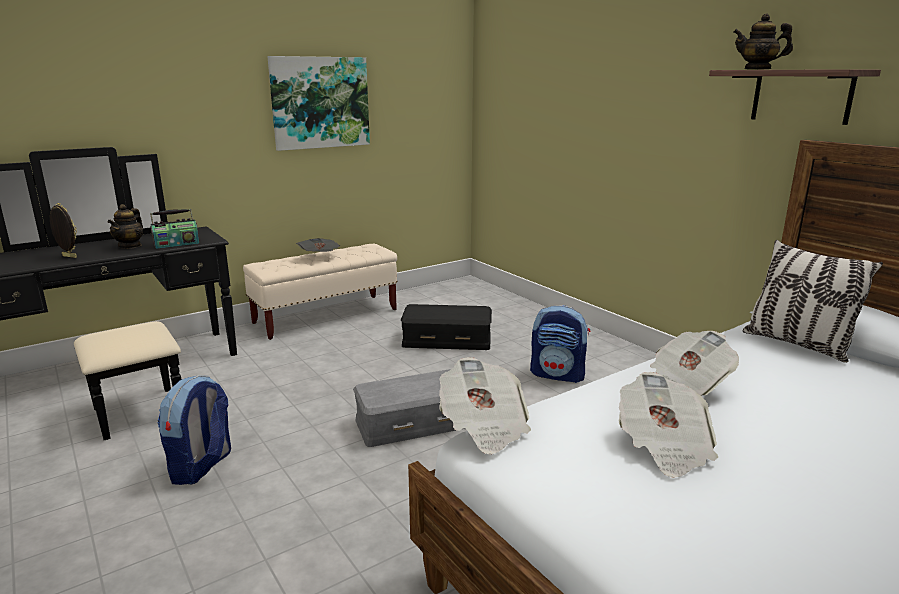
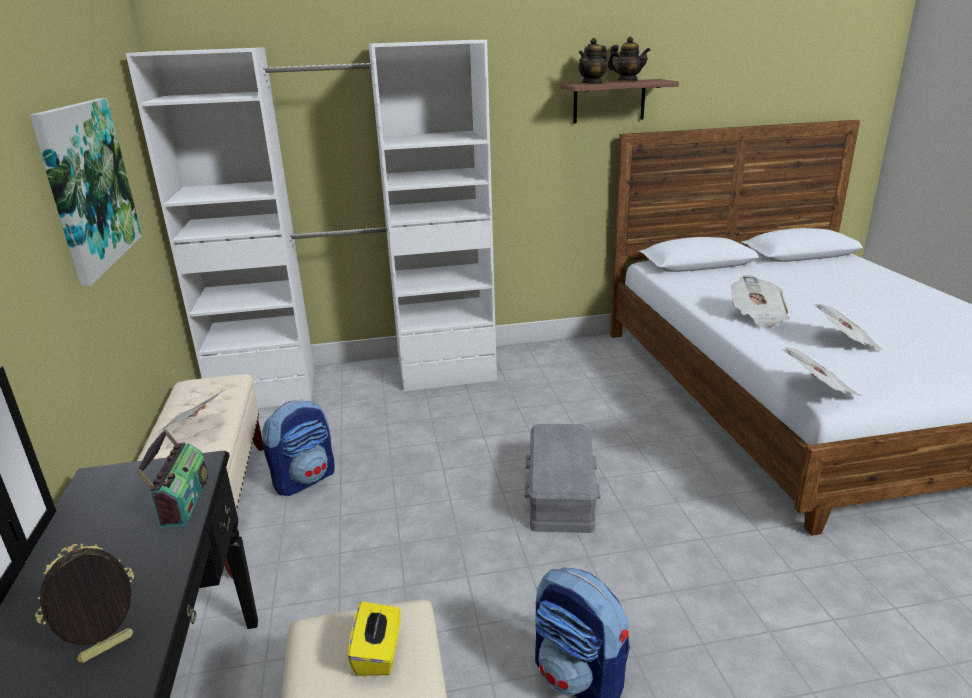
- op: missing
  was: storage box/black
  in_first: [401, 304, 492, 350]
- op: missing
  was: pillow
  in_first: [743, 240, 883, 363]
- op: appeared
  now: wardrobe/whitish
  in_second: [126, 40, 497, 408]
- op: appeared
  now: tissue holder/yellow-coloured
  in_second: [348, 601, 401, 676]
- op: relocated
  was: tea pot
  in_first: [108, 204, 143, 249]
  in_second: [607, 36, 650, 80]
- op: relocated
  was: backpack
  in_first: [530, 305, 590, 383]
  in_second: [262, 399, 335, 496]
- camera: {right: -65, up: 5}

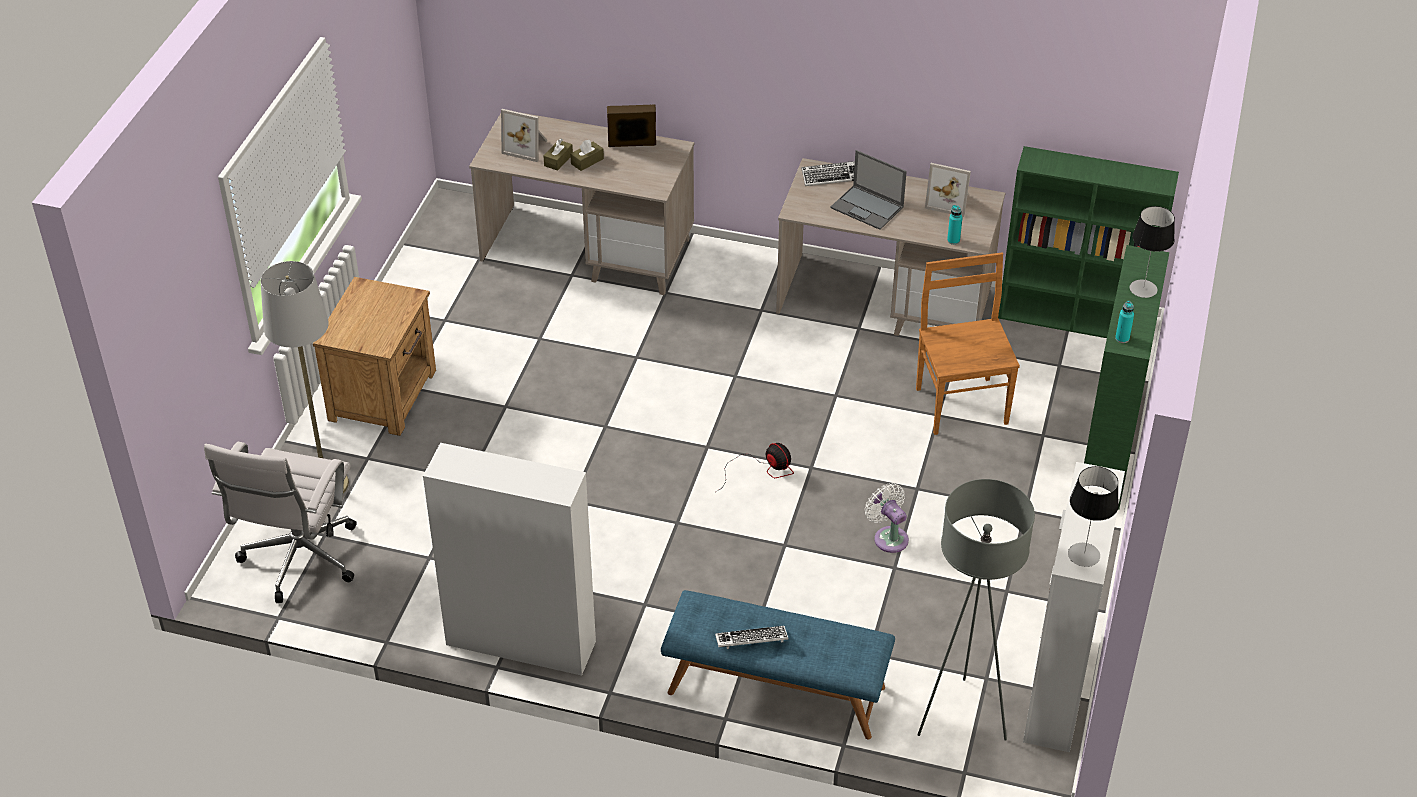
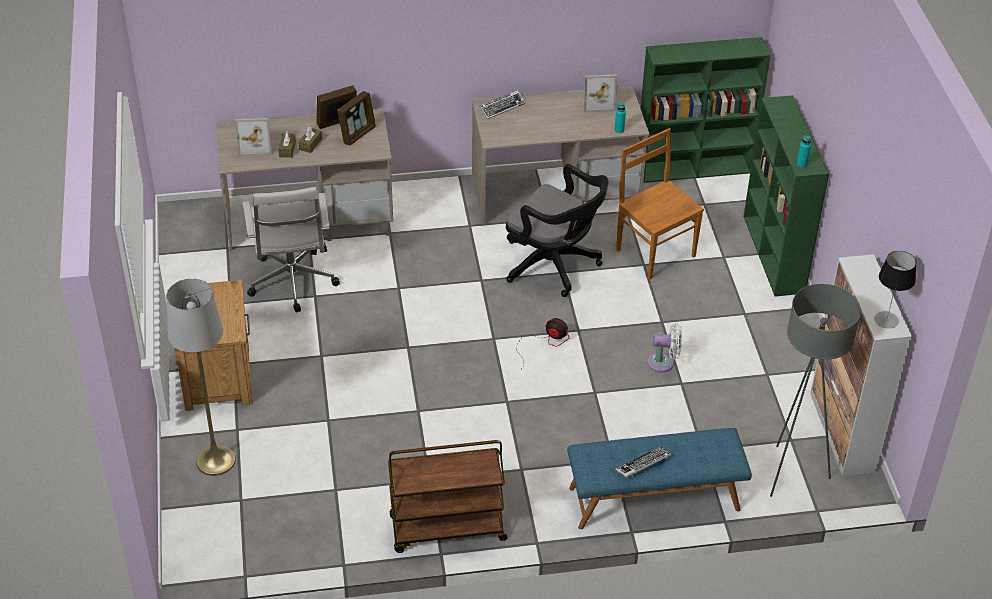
- op: missing
  was: laptop
  in_first: [830, 150, 907, 230]
- op: missing
  was: tabletop lamp
  in_first: [1130, 206, 1175, 298]
- op: appeared
  now: photo frame
  in_second: [337, 91, 376, 145]
- op: appeared
  now: office chair/black
  in_second: [506, 164, 609, 297]
- op: relocated
  was: office chair/whitish
  in_first: [204, 442, 357, 603]
  in_second: [242, 187, 340, 312]
- op: exchanged
  was: cabinet
  now: wheeled cart/brown-coloured
  in_first: [423, 443, 596, 676]
  in_second: [388, 440, 507, 553]
- op: spun
  was: cooling fan/whitish
  in_first: [865, 483, 909, 553]
  in_second: [647, 323, 682, 373]
  clockwise: 150
- camera: {right: -25, up: 0}

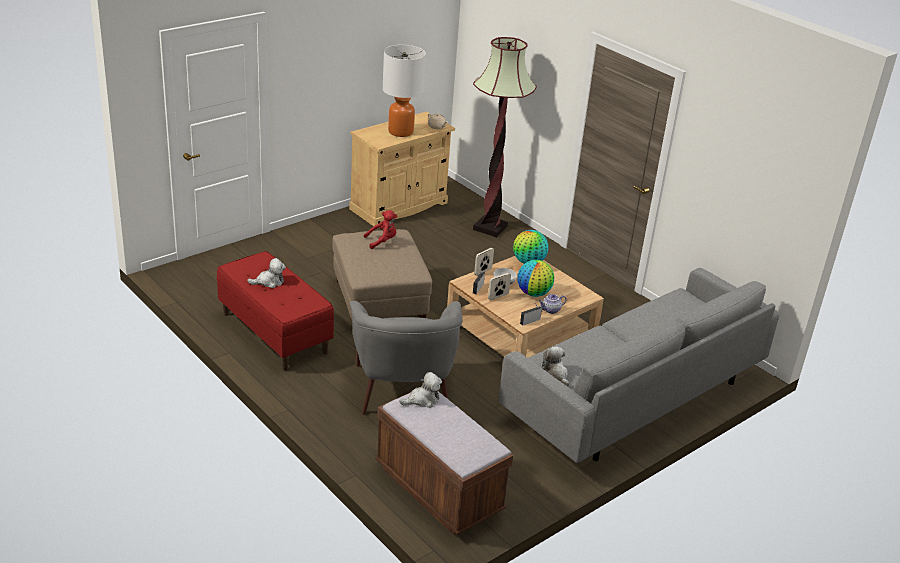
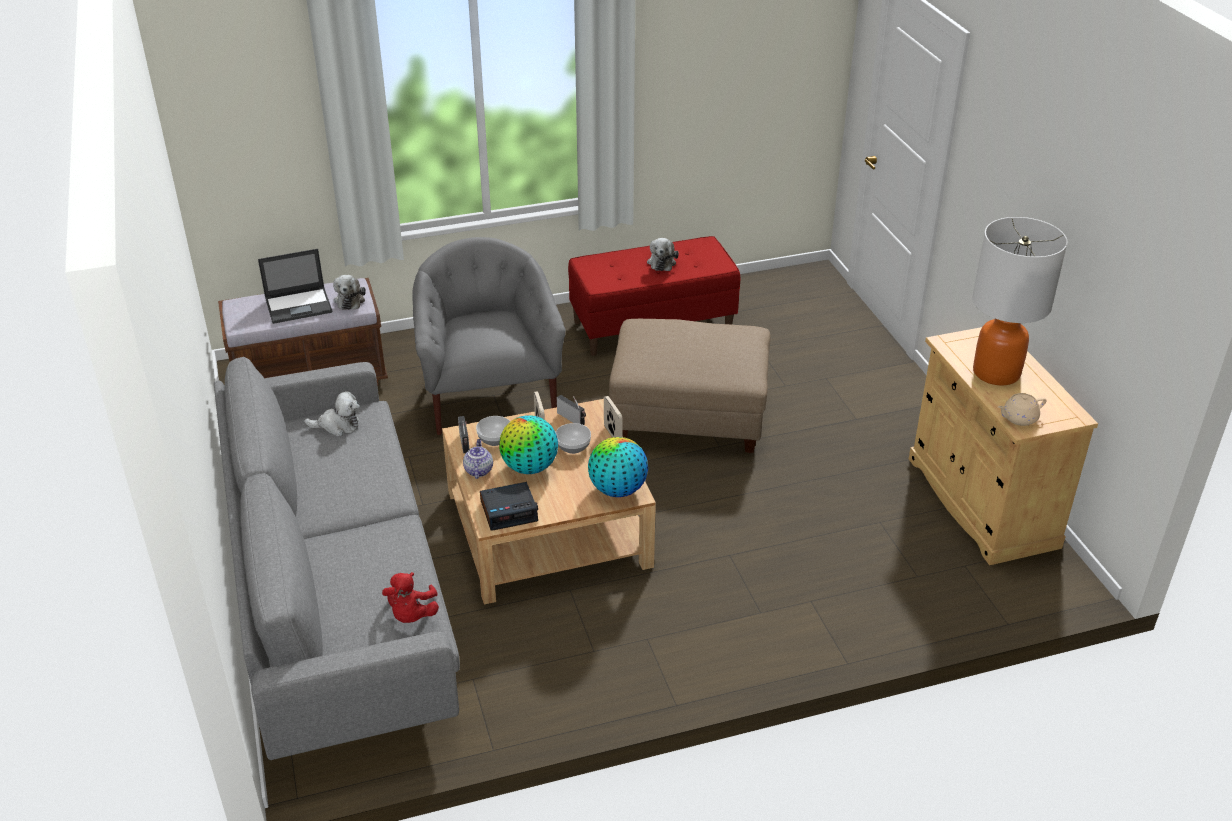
- op: missing
  was: standard lamp
  in_first: [473, 37, 537, 237]
- op: appeared
  now: laptop
  in_second: [258, 249, 332, 324]
- op: appeared
  now: deep dish
  in_second: [476, 416, 510, 446]
- op: appeared
  now: alarm clock
  in_second: [480, 482, 538, 531]
- op: relocated
  was: plush toy/red
  in_first: [364, 210, 397, 249]
  in_second: [382, 572, 439, 623]
- op: spun
  was: lounge chair/grey
  in_first: [350, 301, 462, 415]
  in_second: [412, 237, 566, 435]
  clockwise: 60
- camera: {right: 115, up: 5}

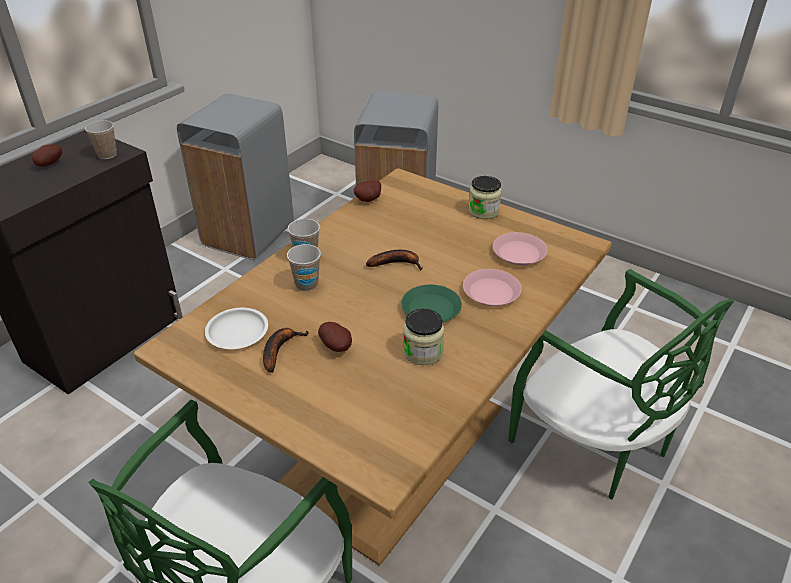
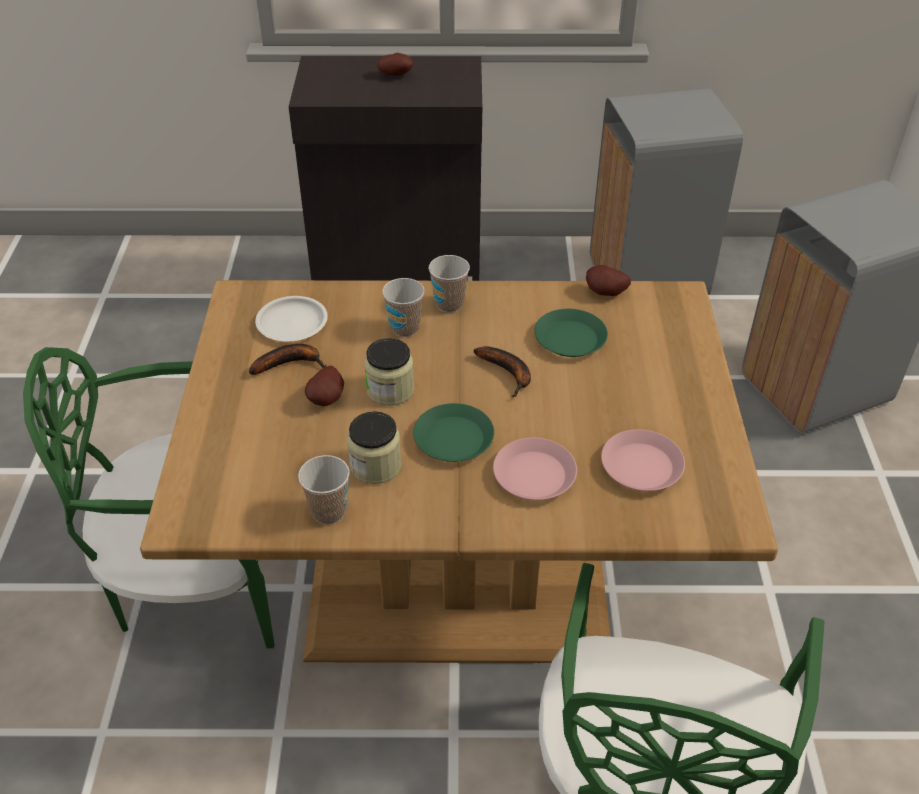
- op: appeared
  now: dinner plate/green
  in_second: [534, 309, 608, 357]
- op: relocated
  was: cup
  in_first: [85, 120, 117, 159]
  in_second: [298, 455, 350, 524]
- op: relocated
  was: storage jar
  in_first: [468, 176, 502, 219]
  in_second: [364, 338, 414, 406]
- camera: {right: 55, up: 5}

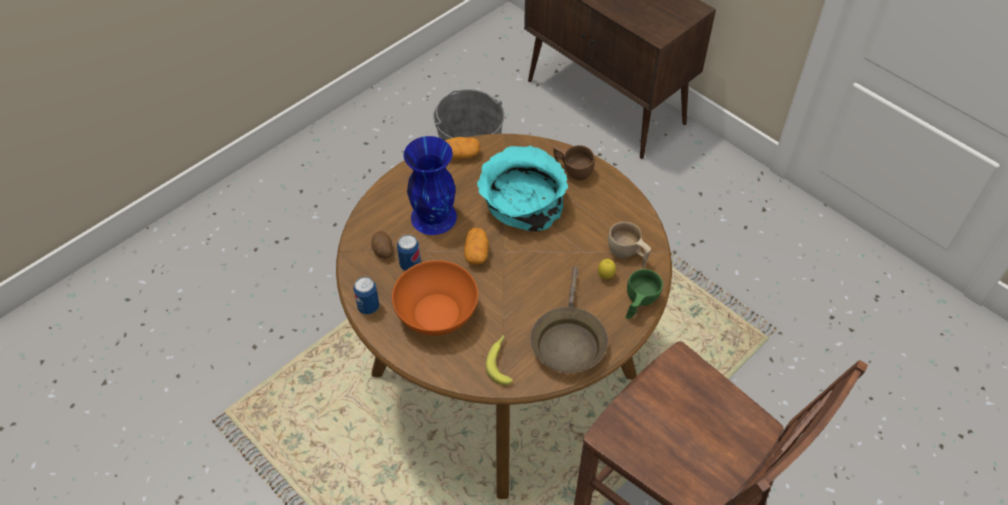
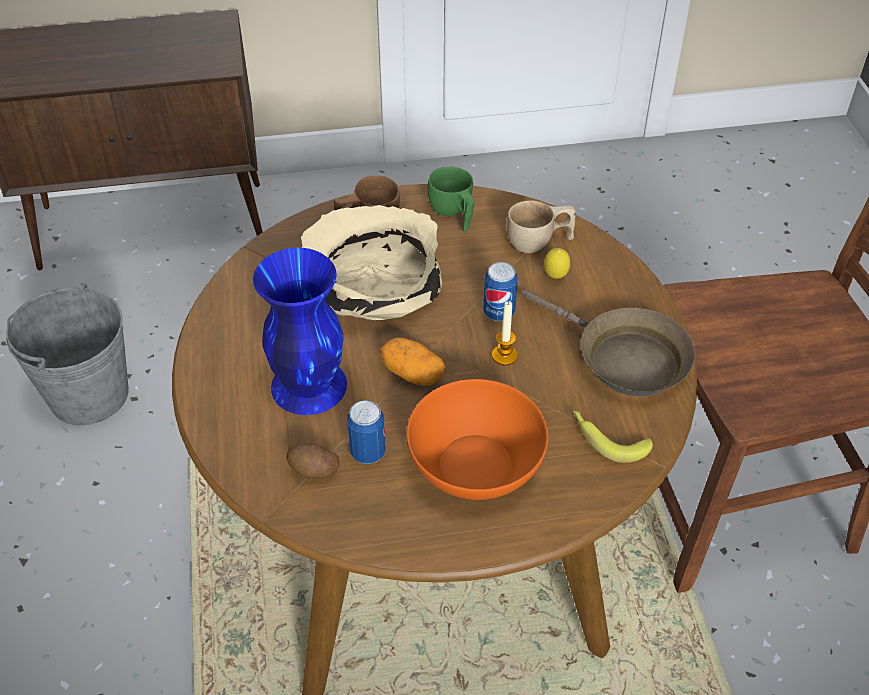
- op: missing
  was: spud
  in_first: [445, 137, 480, 160]
- op: appeared
  now: wax candle
  in_second: [492, 301, 518, 365]
- op: relocated
  was: metal can
  in_first: [353, 277, 379, 315]
  in_second: [483, 262, 518, 321]
- op: relocated
  was: cup/green
  in_first: [626, 269, 663, 319]
  in_second: [427, 167, 475, 232]
- op: colour
  was: deep dish/turquoise
  now: deep dish/sand-coloured
  in_first: [477, 146, 568, 232]
  in_second: [301, 205, 442, 320]
- camera: {right: -55, up: -5}

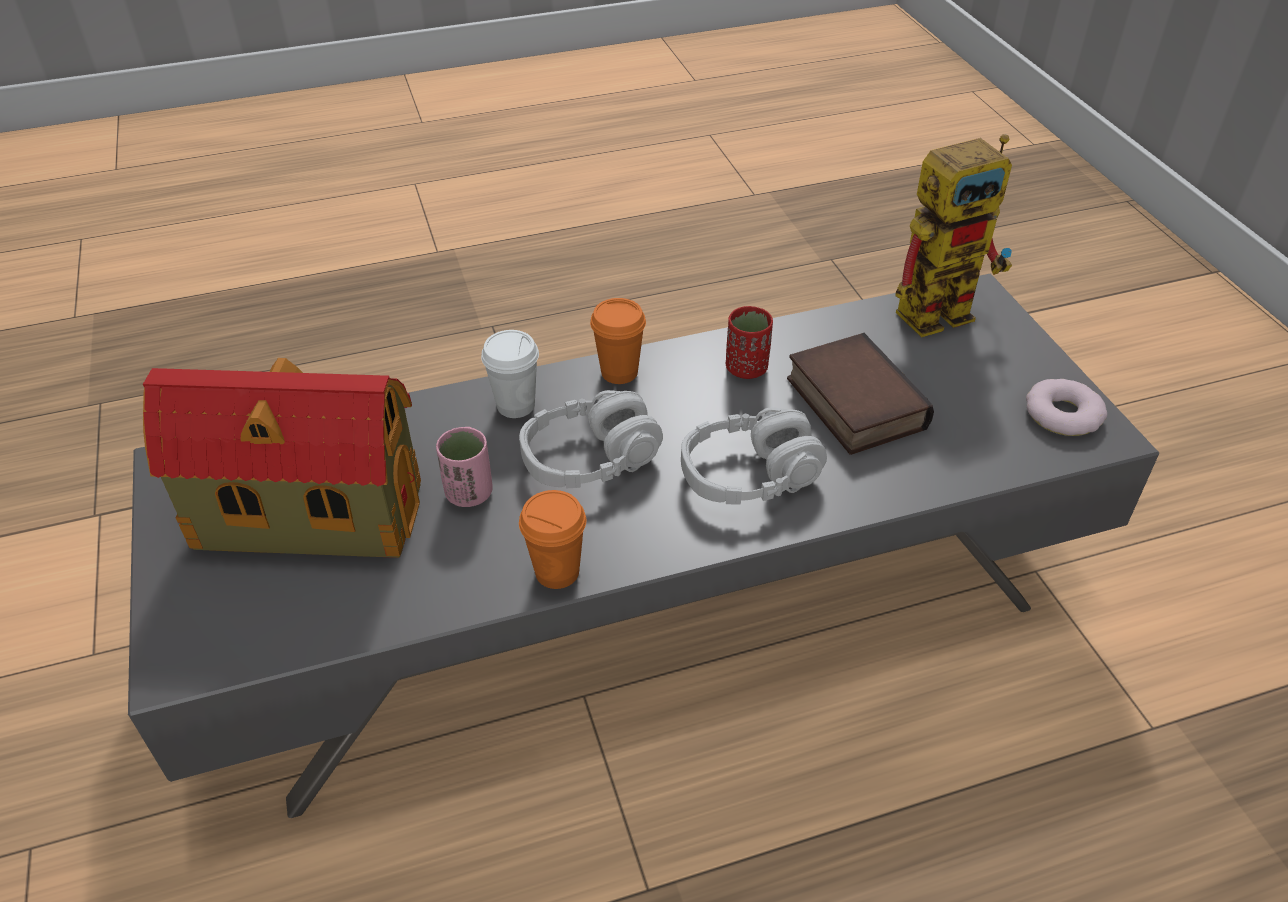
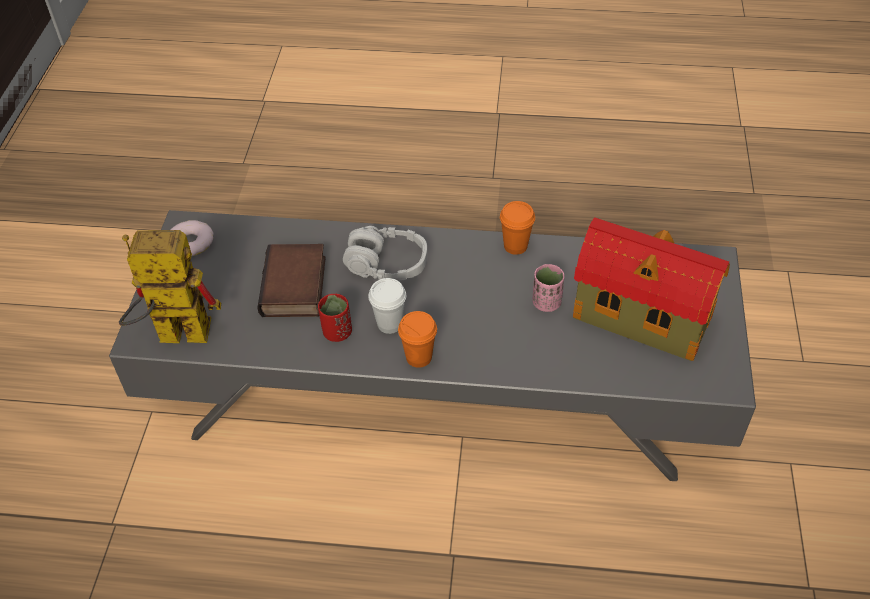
- op: missing
  was: pair of headphones/grey
  in_first: [519, 390, 663, 488]
- op: relocated
  was: cup/whitish
  in_first: [481, 330, 539, 418]
  in_second: [368, 278, 406, 334]
- camera: {right: -155, up: 5}

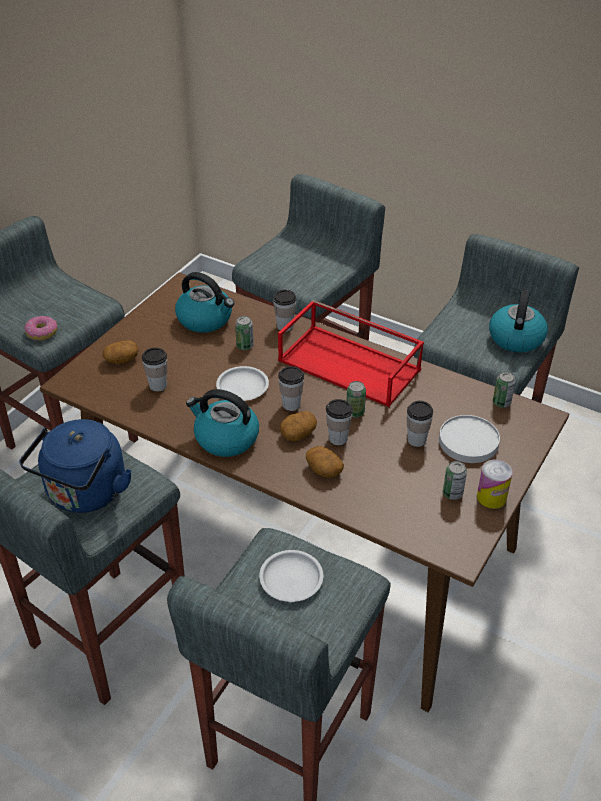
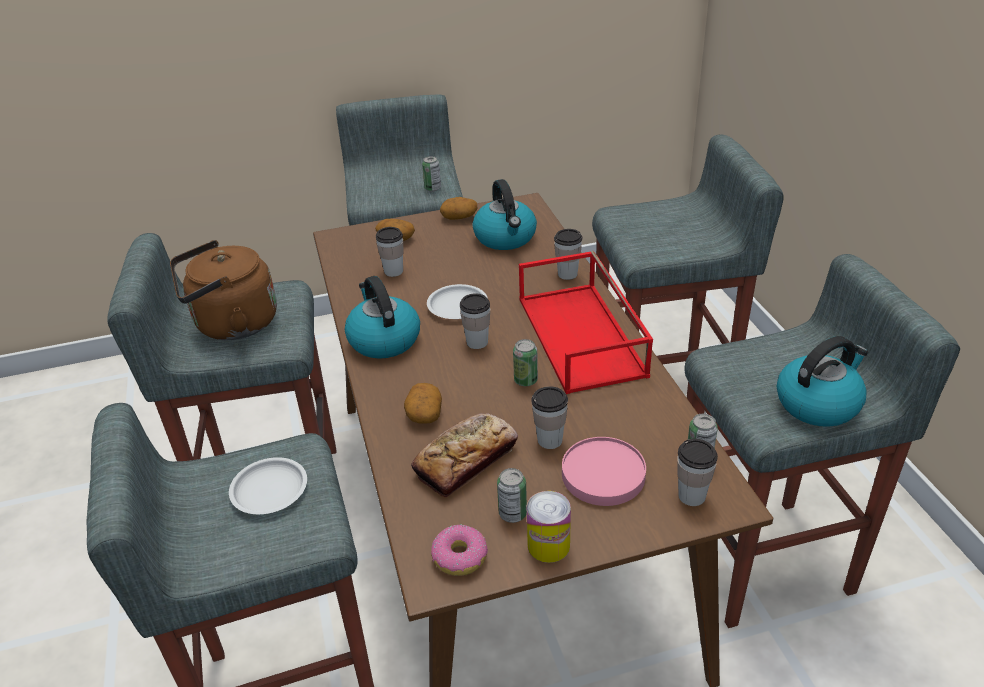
- op: appeared
  now: bread
  in_second: [411, 413, 518, 498]
- op: relocated
  was: doughnut
  in_first: [24, 316, 58, 341]
  in_second: [431, 525, 488, 576]
- op: relocated
  was: metal can
  in_first: [235, 316, 254, 350]
  in_second: [422, 156, 441, 192]
- op: relocated
  was: spud
  in_first: [280, 411, 317, 442]
  in_second: [440, 197, 477, 220]
- op: relocated
  was: cup
  in_first: [326, 399, 353, 445]
  in_second: [677, 439, 718, 506]
- op: colour
  was: tea kettle/blue
  now: tea kettle/brown-coloured
  in_first: [19, 419, 132, 513]
  in_second: [170, 240, 277, 340]
- op: colour
  was: dinner plate/whitish
  now: dinner plate/pinkish
  in_first: [439, 415, 500, 463]
  in_second: [562, 437, 646, 506]
- camera: {right: 45, up: -5}

